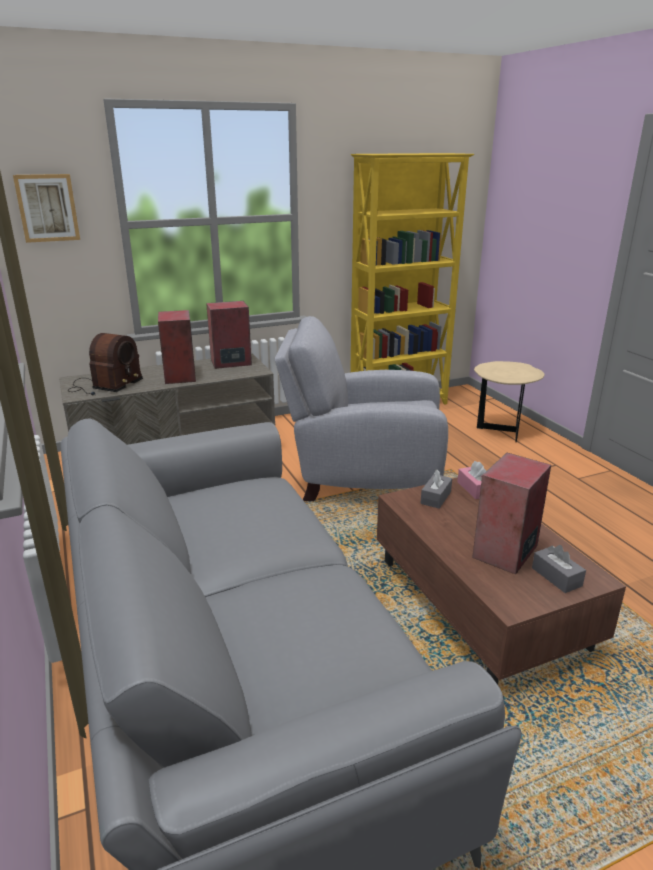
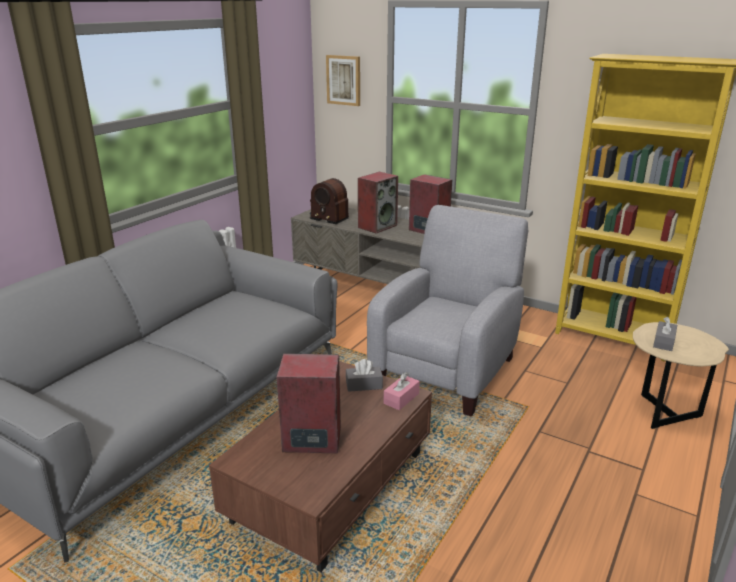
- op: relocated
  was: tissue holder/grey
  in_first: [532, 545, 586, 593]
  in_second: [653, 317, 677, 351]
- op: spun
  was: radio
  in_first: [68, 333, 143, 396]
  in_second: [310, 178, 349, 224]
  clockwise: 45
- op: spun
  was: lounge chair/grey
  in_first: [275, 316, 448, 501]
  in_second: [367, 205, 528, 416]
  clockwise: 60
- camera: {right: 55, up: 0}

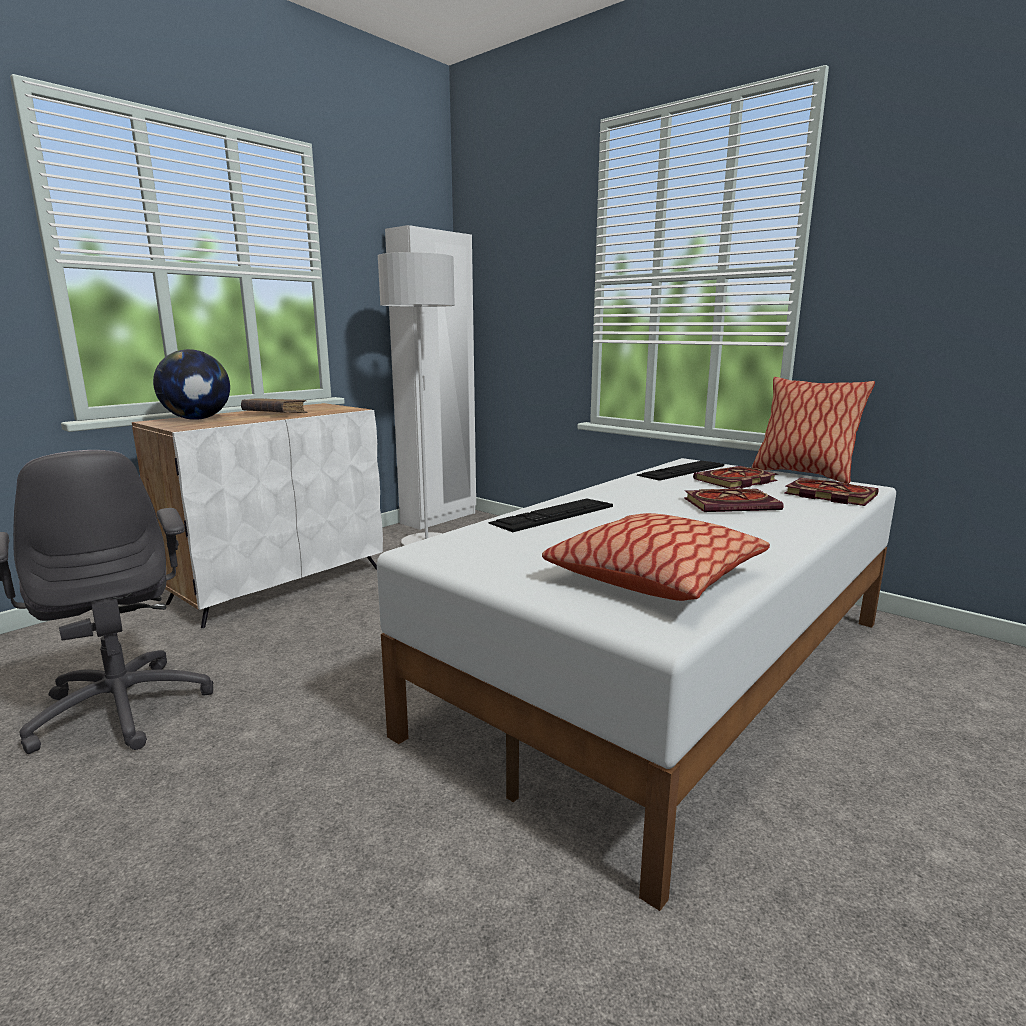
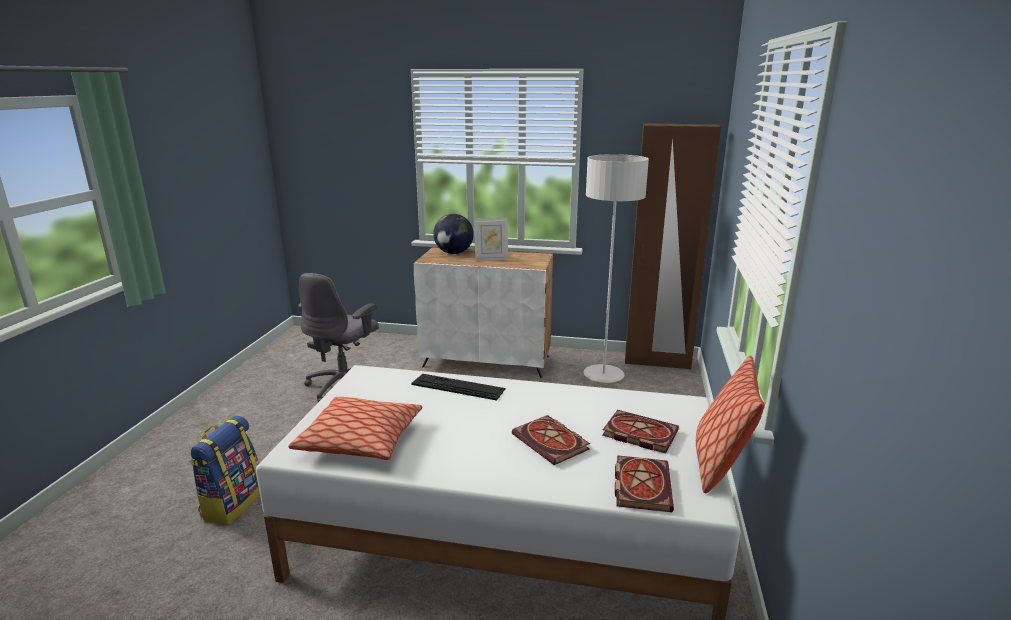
- op: missing
  was: keyboard
  in_first: [637, 461, 724, 481]
- op: appeared
  now: backpack
  in_second: [189, 416, 260, 525]
- op: exchanged
  was: book/brown-coloured
  now: photo frame
  in_first: [241, 398, 307, 413]
  in_second: [474, 218, 508, 261]
- op: colour
  was: wardrobe/whitish
  now: wardrobe/brown-coloured
  in_first: [385, 225, 476, 530]
  in_second: [625, 123, 721, 369]
- camera: {right: 60, up: 5}

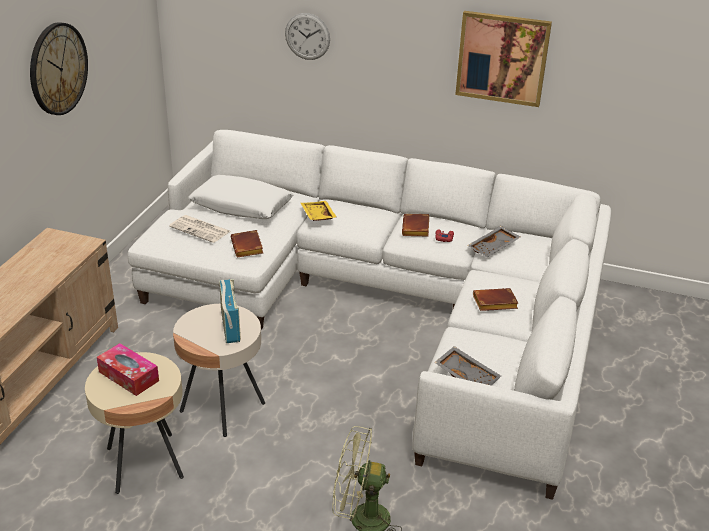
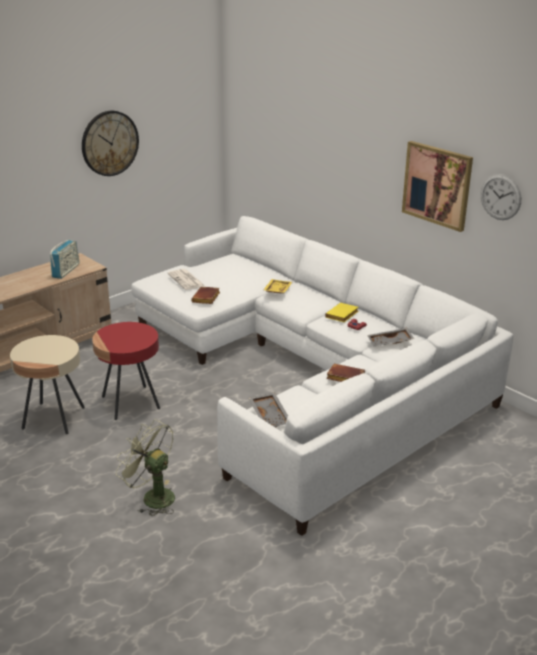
- op: missing
  was: tissue holder
  in_first: [97, 343, 159, 396]
- op: missing
  was: pillow/whitish
  in_first: [188, 175, 294, 219]
- op: relocated
  was: radio
  in_first: [219, 279, 241, 343]
  in_second: [50, 240, 79, 279]
- op: relocated
  was: hanging clock
  in_first: [285, 13, 330, 60]
  in_second: [481, 174, 521, 220]
- op: colour
  was: end table/sand-coloured
  now: end table/red
  in_first: [173, 304, 265, 437]
  in_second: [92, 322, 160, 420]
- op: colour
  was: book/brown-coloured
  now: book/yellow-coloured
  in_first: [402, 214, 429, 236]
  in_second: [325, 303, 358, 322]
- camera: {right: 30, up: -5}

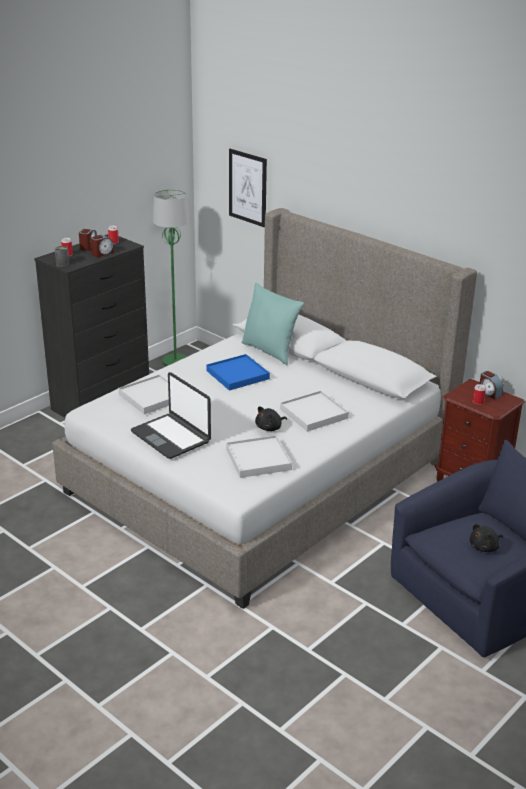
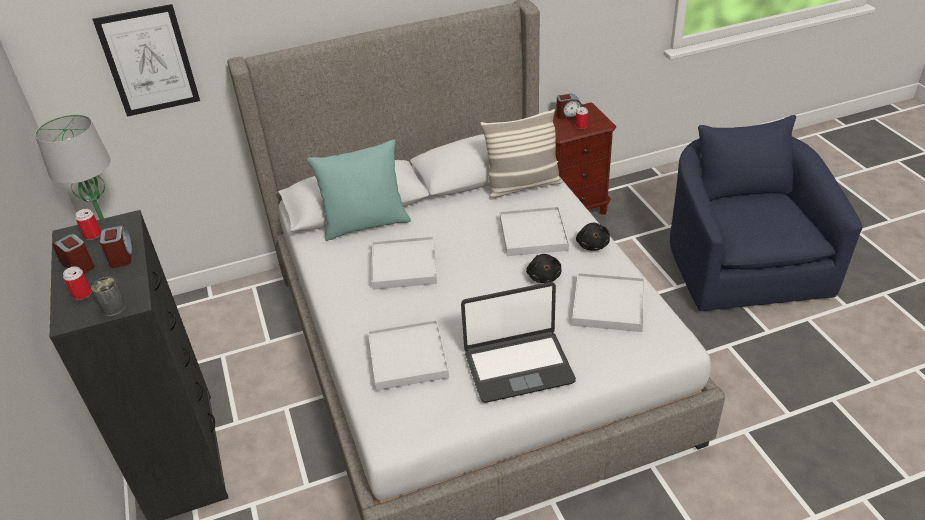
- op: appeared
  now: pillow
  in_second: [480, 109, 563, 200]
- op: relocated
  was: plush toy/black
  in_first: [469, 524, 503, 552]
  in_second: [576, 223, 610, 251]
- op: colour
  was: carrying tray/blue
  now: carrying tray/whitish
  in_first: [206, 354, 270, 391]
  in_second: [372, 236, 437, 290]
- camera: {right: -60, up: 10}

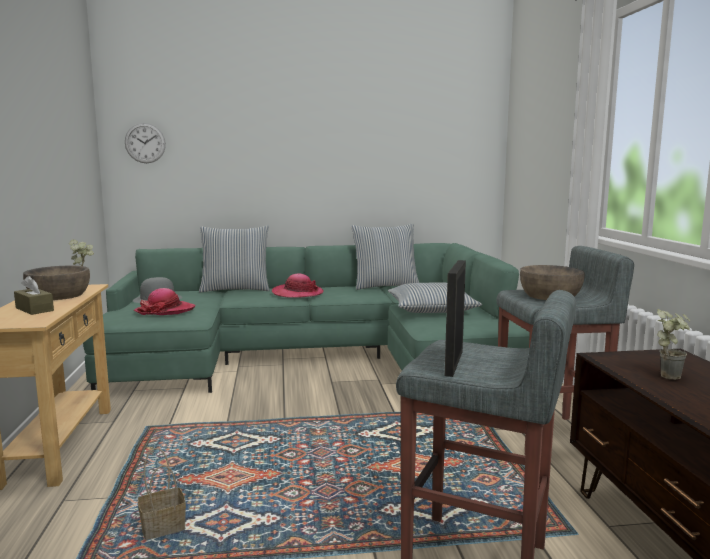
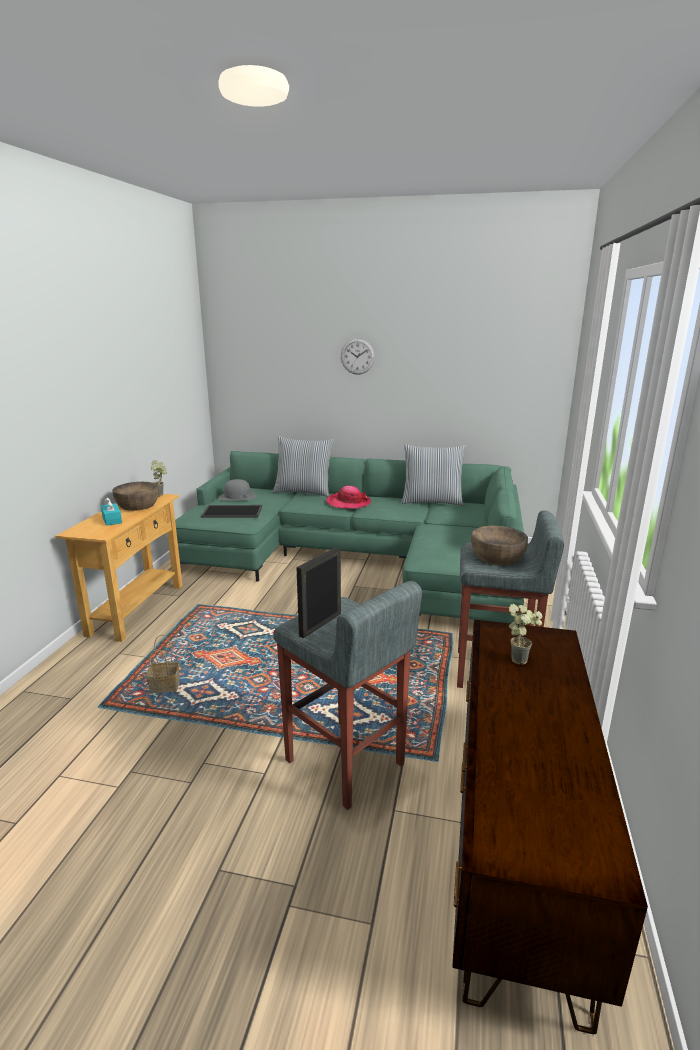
- op: missing
  was: pillow
  in_first: [388, 282, 482, 313]
- op: relocated
  was: hanging clock
  in_first: [125, 123, 166, 163]
  in_second: [341, 338, 375, 375]
- op: exchanged
  was: clothing hat
  now: carrying tray
  in_first: [134, 288, 195, 315]
  in_second: [201, 505, 262, 518]
- op: colour
  was: tissue holder/brown-coloured
  now: tissue holder/turquoise
  in_first: [14, 276, 54, 315]
  in_second: [101, 497, 122, 526]
- camera: {right: 20, up: 10}

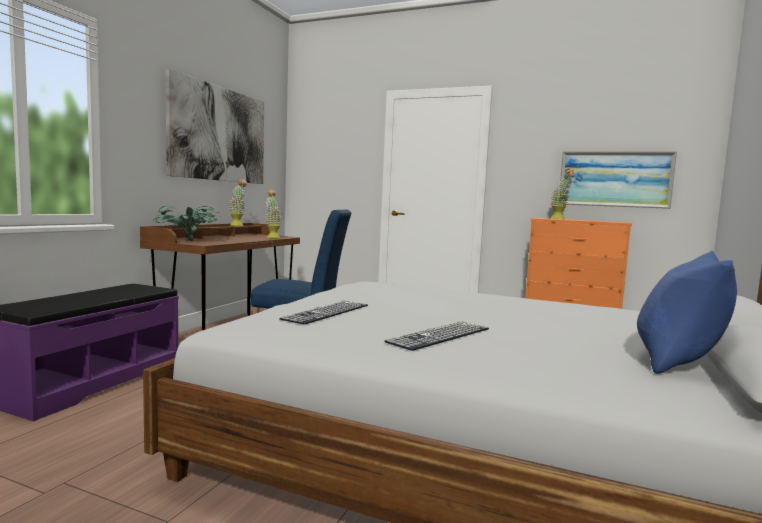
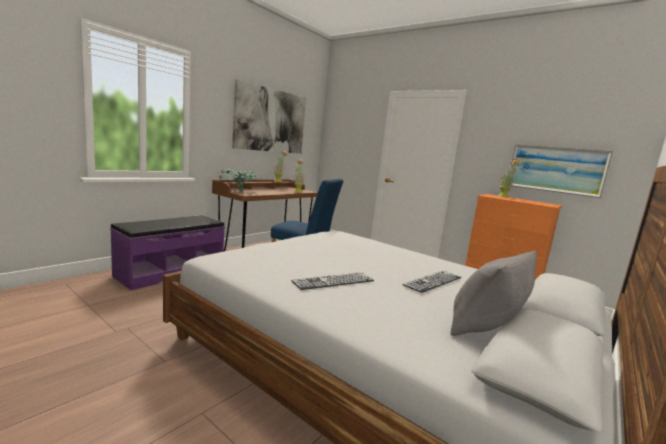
- op: relocated
  was: keyboard
  in_first: [279, 300, 368, 324]
  in_second: [403, 271, 461, 293]
- op: colour
  was: pillow/blue
  now: pillow/grey
  in_first: [637, 251, 737, 374]
  in_second: [451, 250, 537, 336]
- camera: {right: 15, up: 5}

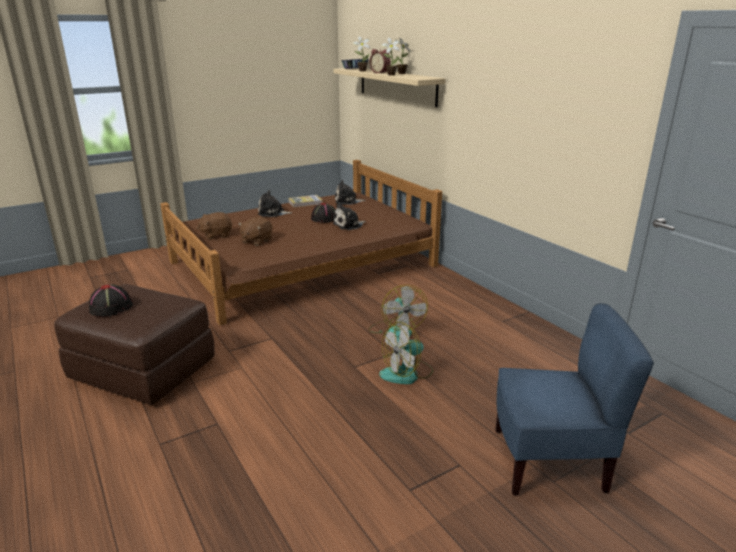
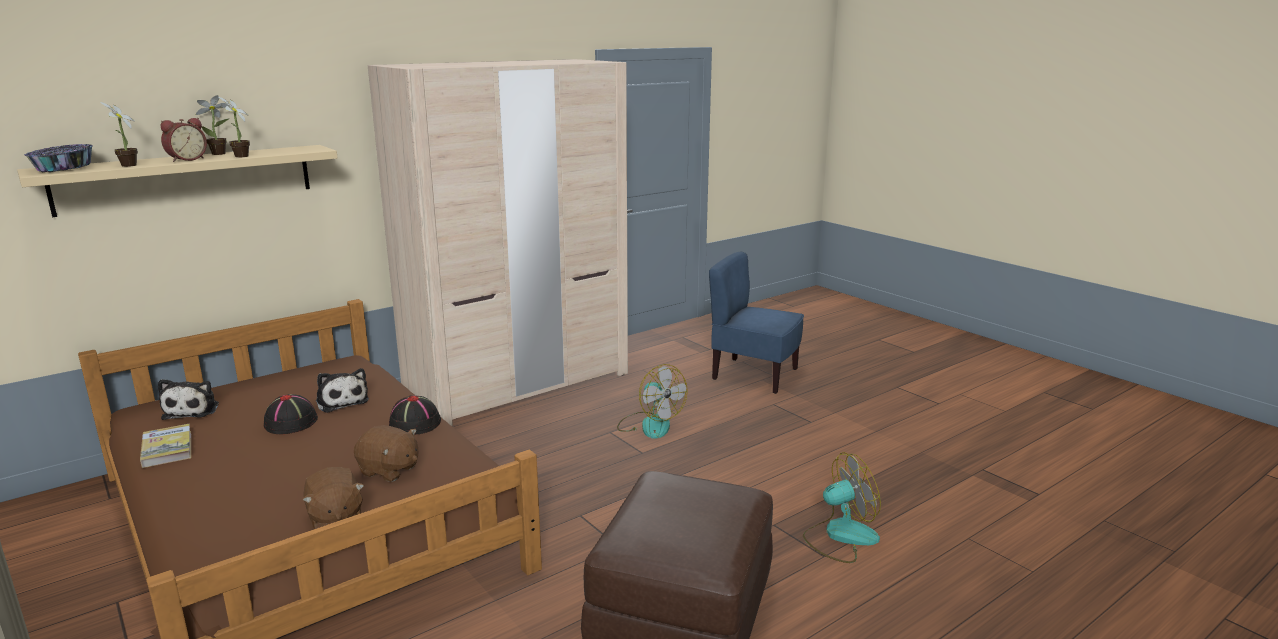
- op: missing
  was: plush toy
  in_first: [258, 190, 292, 217]
- op: appeared
  now: wardrobe/sand-coloured
  in_second: [368, 59, 628, 426]
- op: relocated
  was: clothing hat/black
  in_first: [89, 284, 133, 317]
  in_second: [389, 395, 441, 435]
- op: relocated
  was: cooling fan
  in_first: [368, 285, 428, 343]
  in_second: [803, 452, 881, 563]
- op: spun
  was: chair/blue
  in_first: [496, 303, 654, 496]
  in_second: [709, 252, 804, 394]
  clockwise: -60
- camera: {right: -95, up: -5}

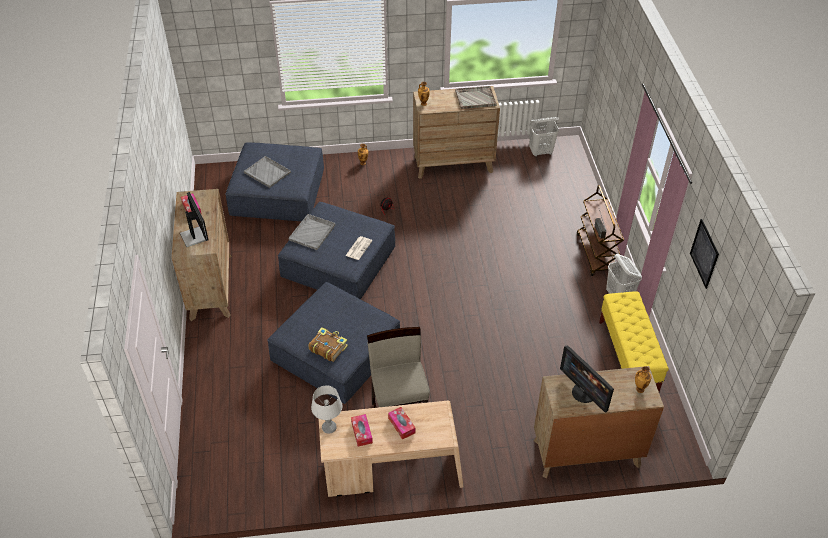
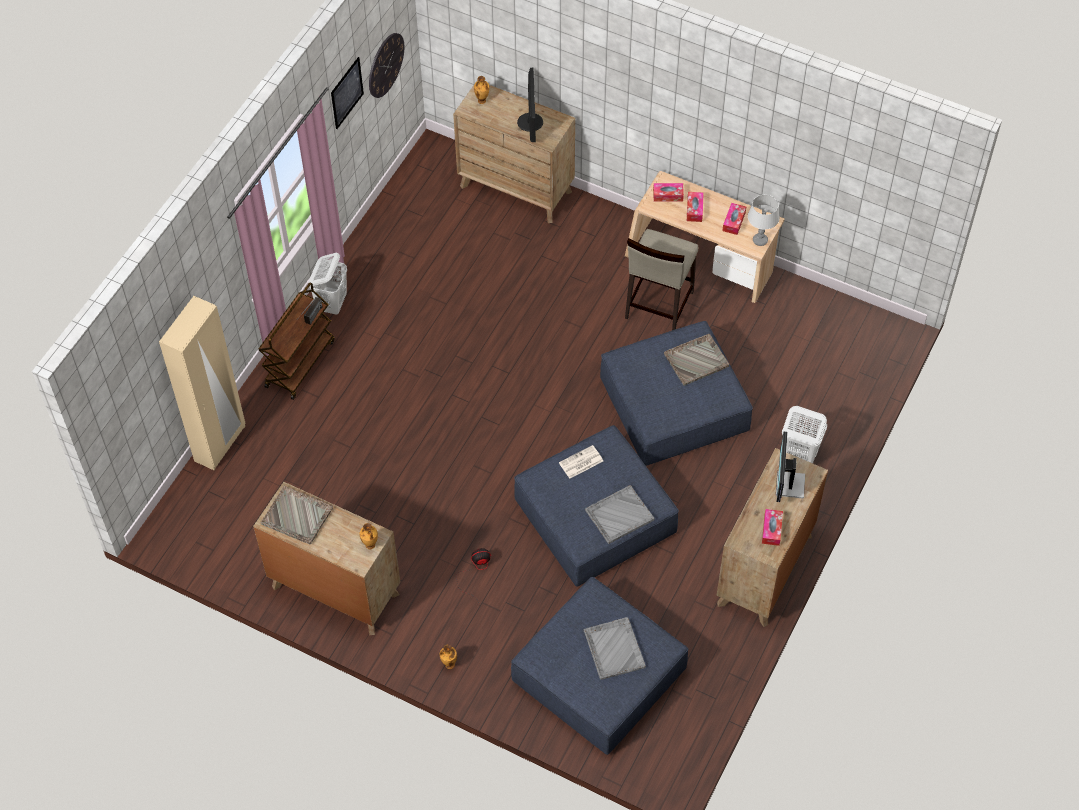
- op: missing
  was: long seat/yellow-coloured
  in_first: [599, 291, 669, 392]
- op: appeared
  now: wardrobe/sand-coloured
  in_second: [159, 296, 246, 470]
- op: appeared
  now: hanging clock
  in_second: [369, 33, 404, 98]
- op: appeared
  now: tissue holder
  in_second: [653, 183, 684, 202]
- op: relocated
  was: laundry basket/whitish
  in_first: [529, 117, 559, 157]
  in_second: [782, 406, 827, 463]
- op: exchanged
  was: book
  now: carrying tray/grey
  in_first: [308, 327, 348, 362]
  in_second: [664, 334, 729, 386]
- camera: {right: -145, up: 10}

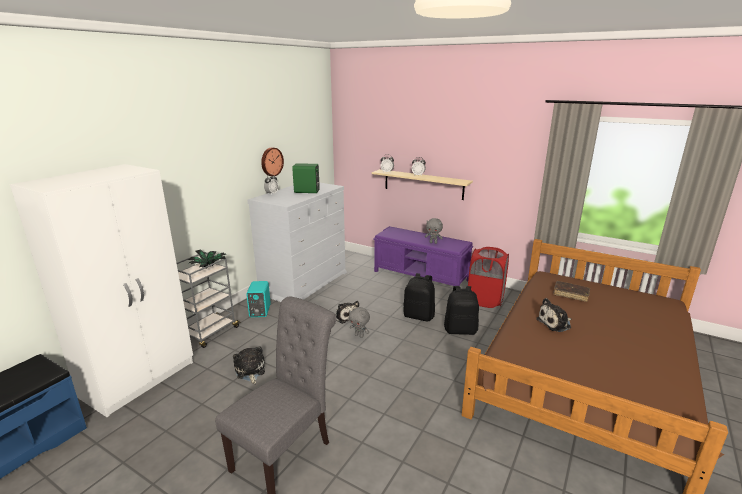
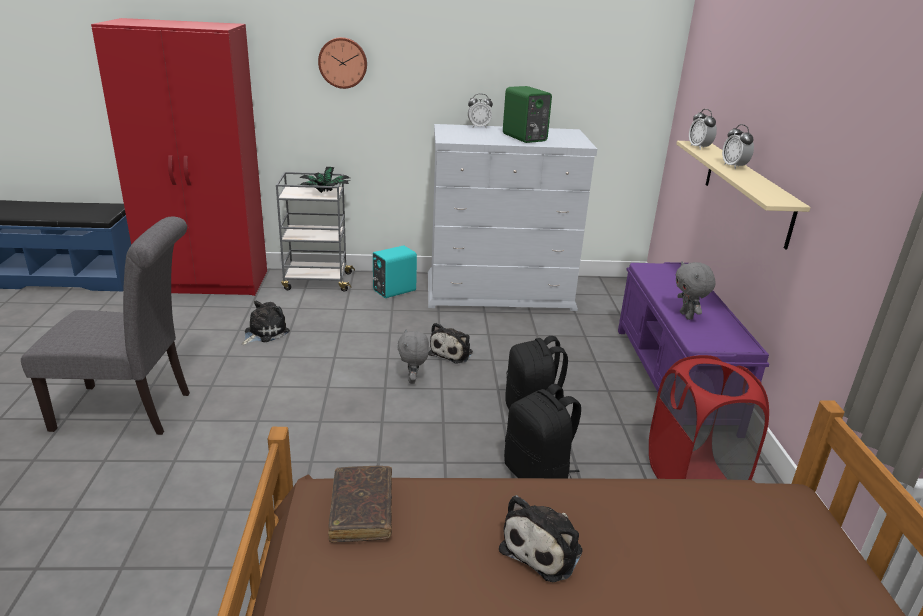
- op: relocated
  was: hanging clock
  in_first: [261, 147, 284, 176]
  in_second: [318, 37, 367, 89]
- op: relocated
  was: book/brown-coloured
  in_first: [553, 281, 590, 302]
  in_second: [328, 466, 392, 542]
- op: colour
  was: wardrobe/whitish
  now: wardrobe/red
  in_first: [10, 164, 193, 417]
  in_second: [91, 18, 267, 296]
- op: spun
  was: plush toy
  in_first: [536, 298, 571, 332]
  in_second: [499, 495, 583, 582]
  clockwise: -90
- camera: {right: 55, up: 5}

